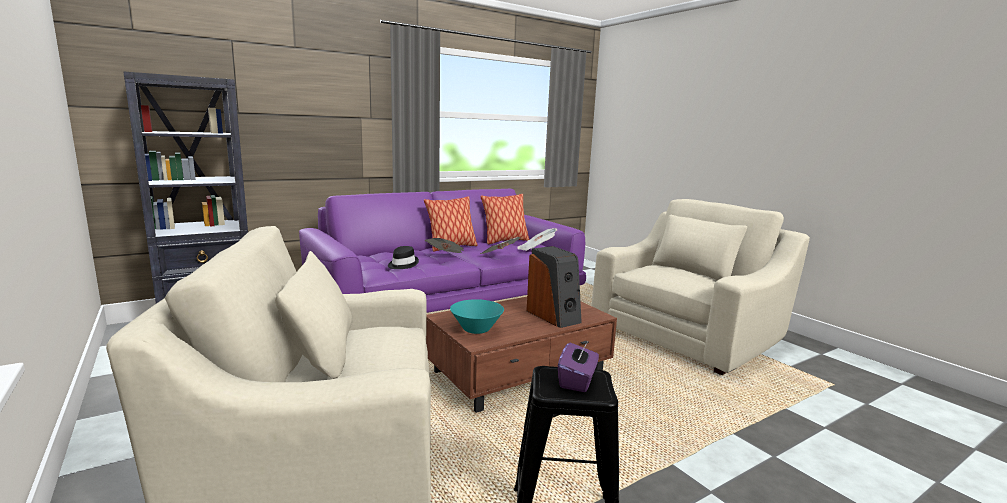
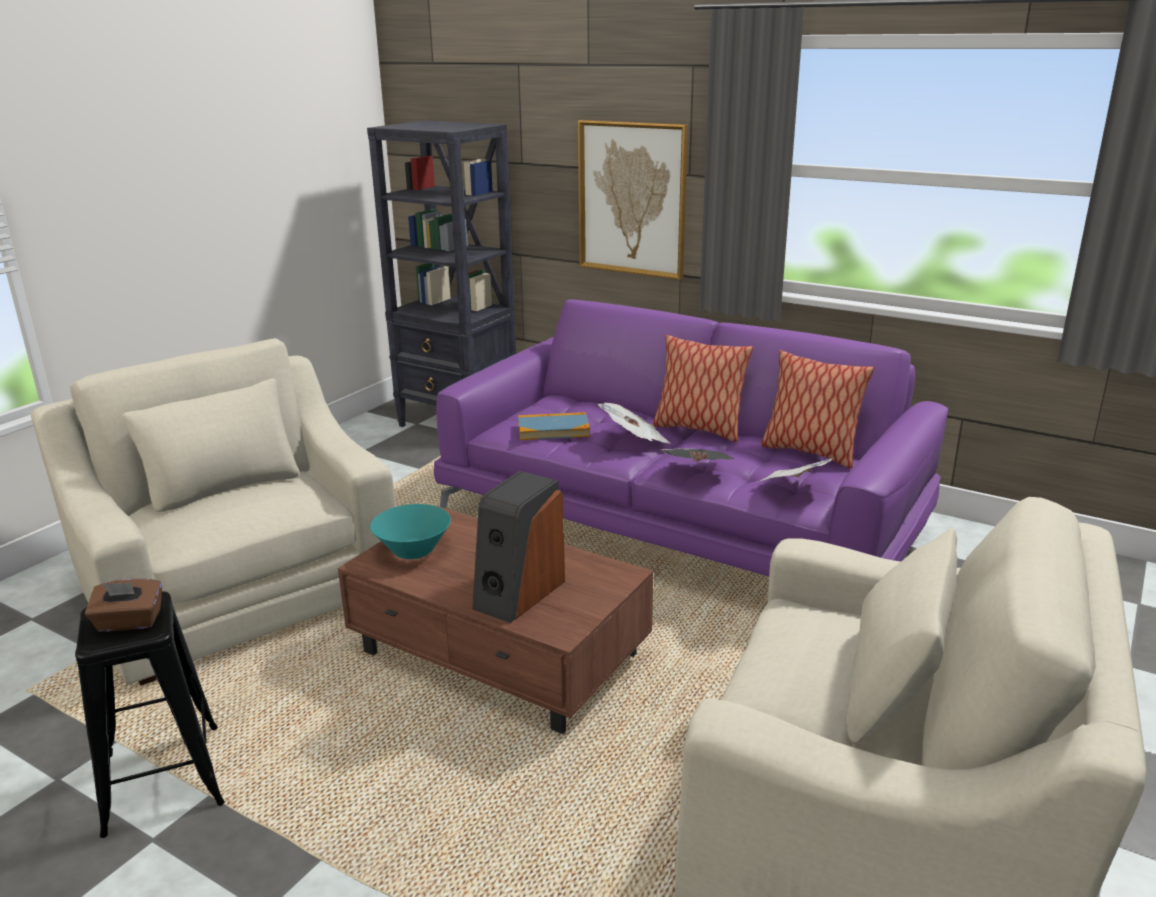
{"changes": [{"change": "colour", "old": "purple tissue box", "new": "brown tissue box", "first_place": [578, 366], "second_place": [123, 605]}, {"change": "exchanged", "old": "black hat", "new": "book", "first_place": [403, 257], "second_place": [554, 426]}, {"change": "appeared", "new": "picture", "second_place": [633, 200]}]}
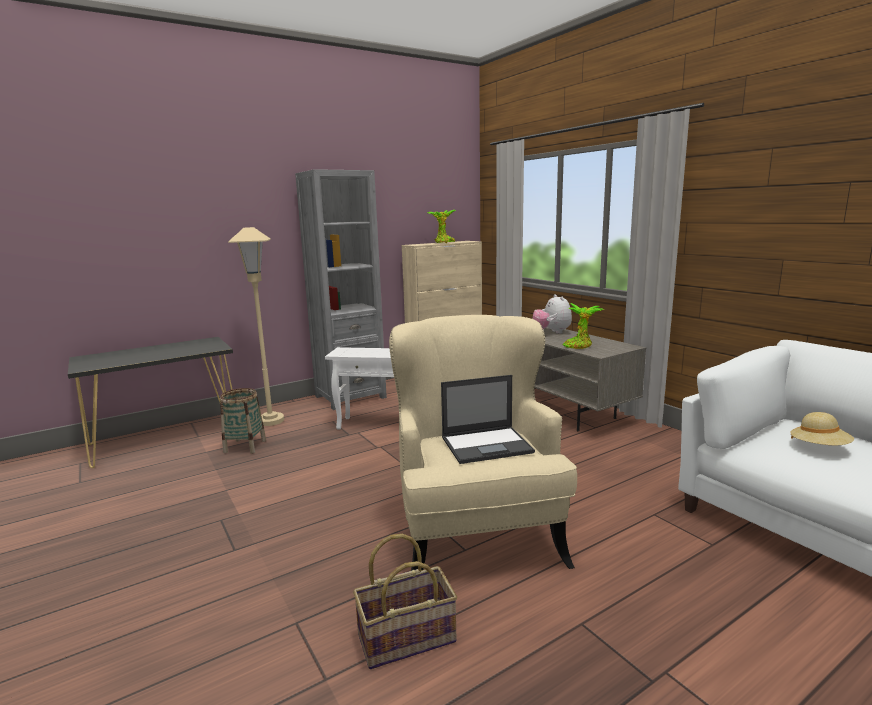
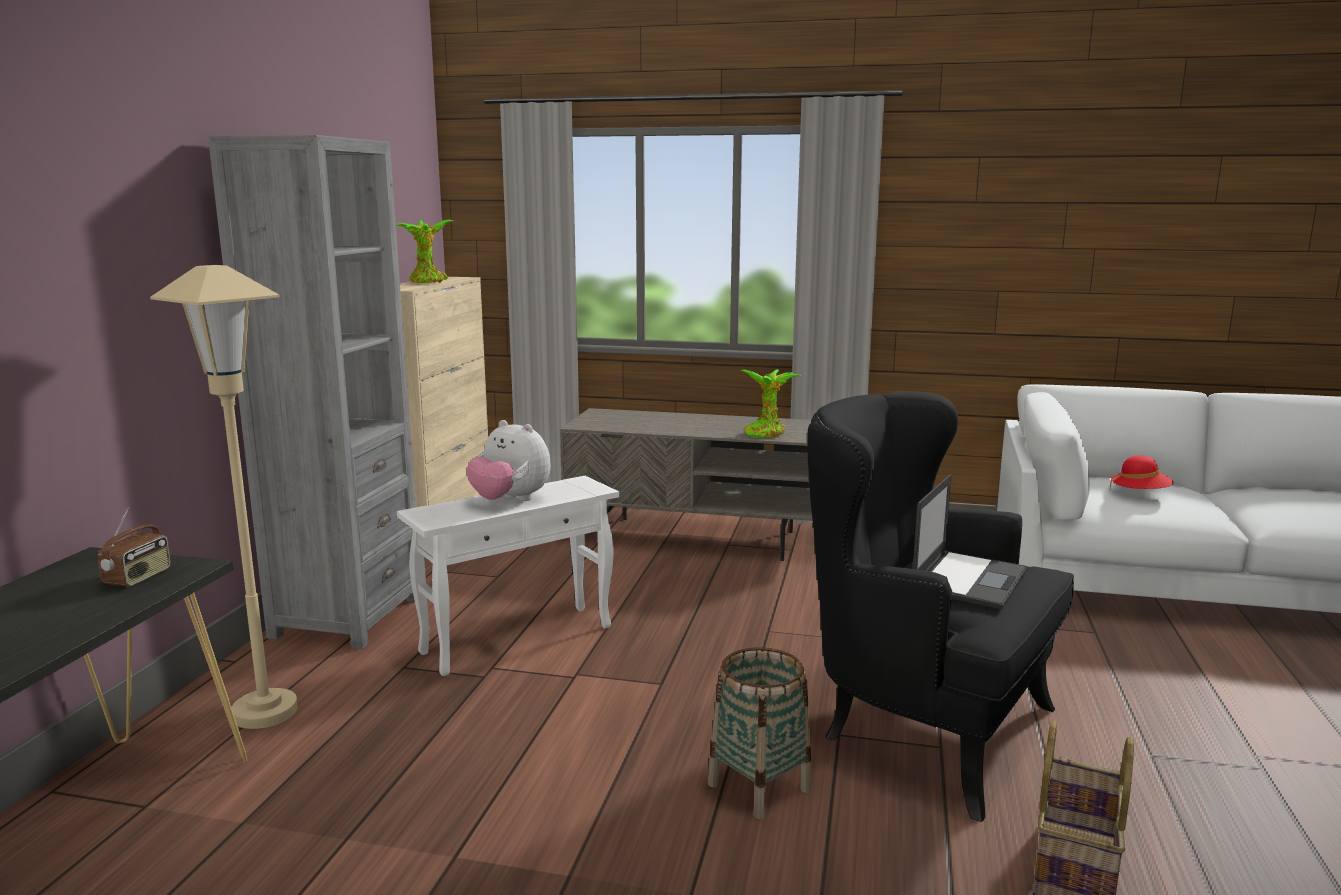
{"changes": [{"change": "appeared", "new": "radio", "second_place": [134, 547]}, {"change": "relocated", "old": "plush toy", "first_place": [552, 314], "second_place": [509, 460]}, {"change": "relocated", "old": "basket", "first_place": [243, 421], "second_place": [760, 733]}, {"change": "colour", "old": "beige armchair", "new": "black armchair", "first_place": [483, 443], "second_place": [940, 606]}, {"change": "colour", "old": "beige hat", "new": "red hat", "first_place": [822, 428], "second_place": [1141, 472]}]}
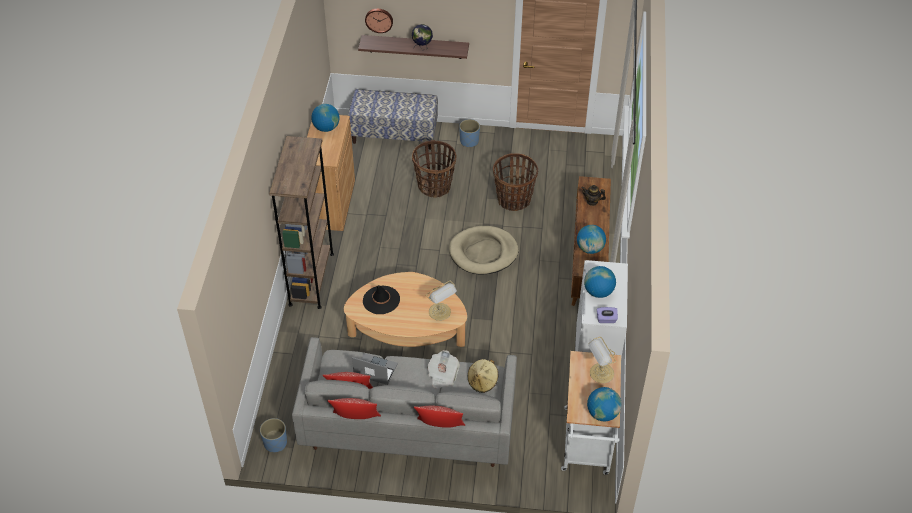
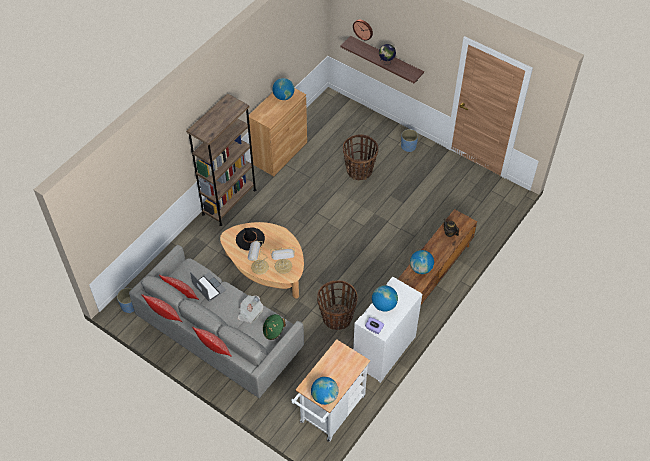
{"changes": [{"change": "relocated", "old": "table lamp", "first_place": [602, 360], "second_place": [258, 257]}, {"change": "colour", "old": "beige hat", "new": "green hat", "first_place": [483, 376], "second_place": [274, 327]}, {"change": "relocated", "old": "basket", "first_place": [515, 182], "second_place": [337, 305]}, {"change": "missing", "old": "bench", "first_place": [393, 119]}, {"change": "missing", "old": "beige dog bed", "first_place": [484, 250]}]}
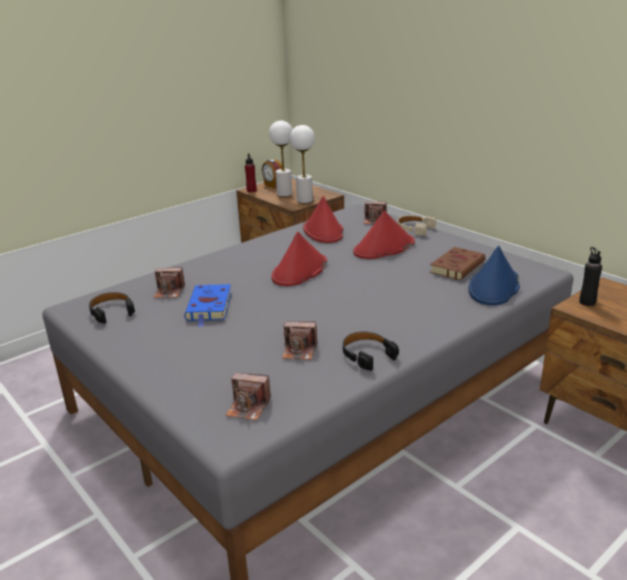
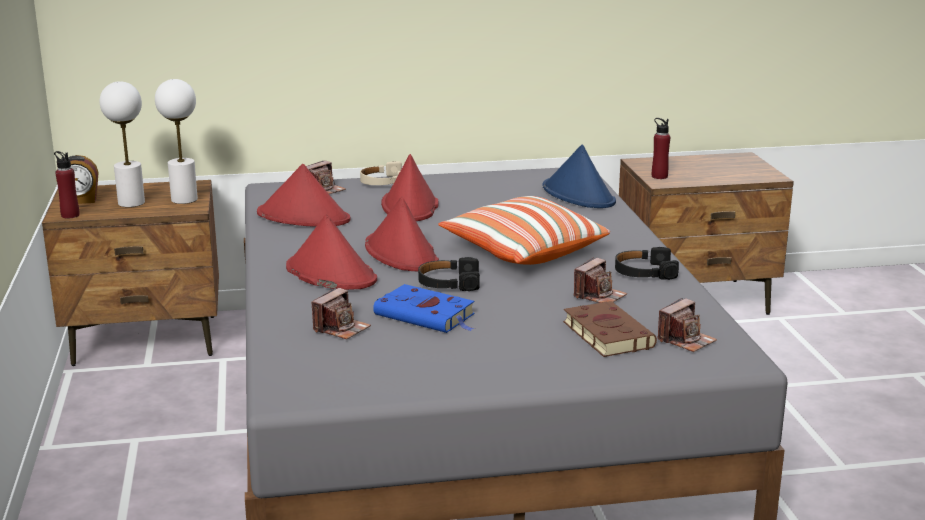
{"changes": [{"change": "appeared", "new": "red hat", "second_place": [331, 252]}, {"change": "relocated", "old": "black headphones", "first_place": [112, 308], "second_place": [449, 274]}, {"change": "appeared", "new": "pillow", "second_place": [524, 230]}, {"change": "relocated", "old": "brown book", "first_place": [458, 263], "second_place": [610, 329]}, {"change": "colour", "old": "black bottle", "new": "red bottle", "first_place": [590, 276], "second_place": [661, 148]}]}
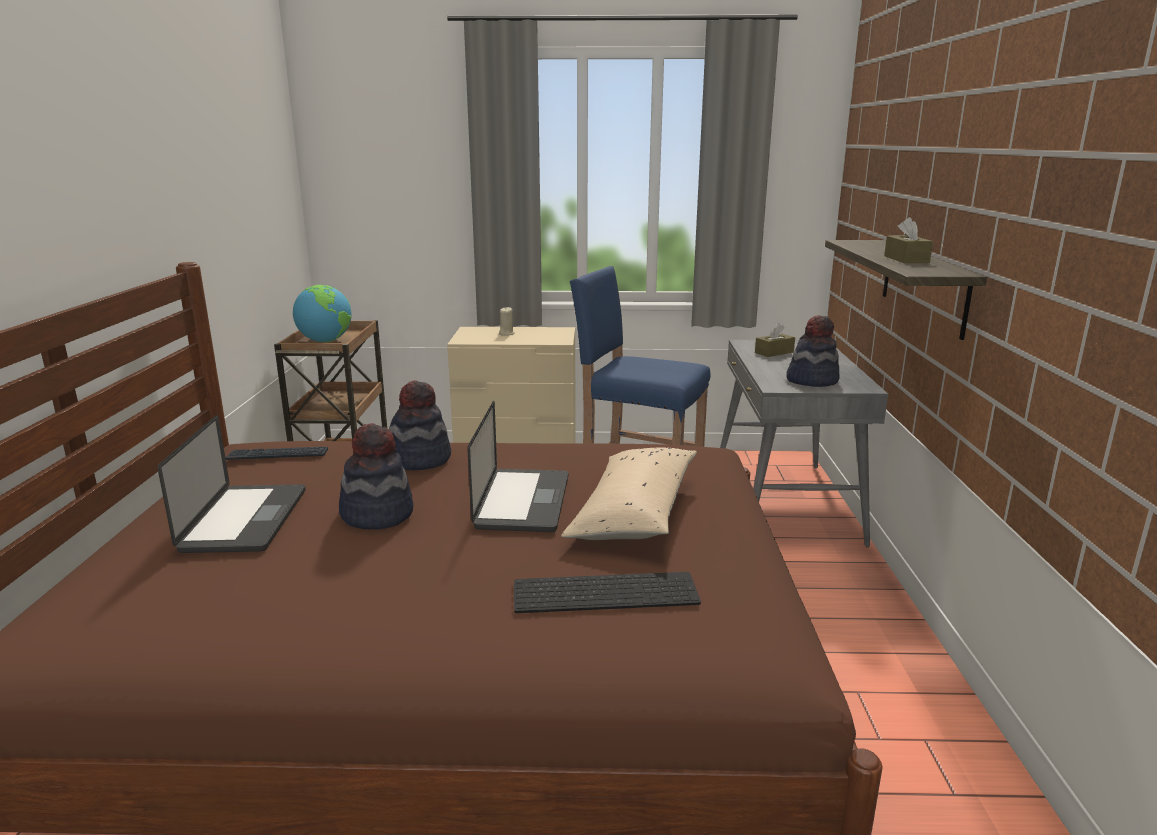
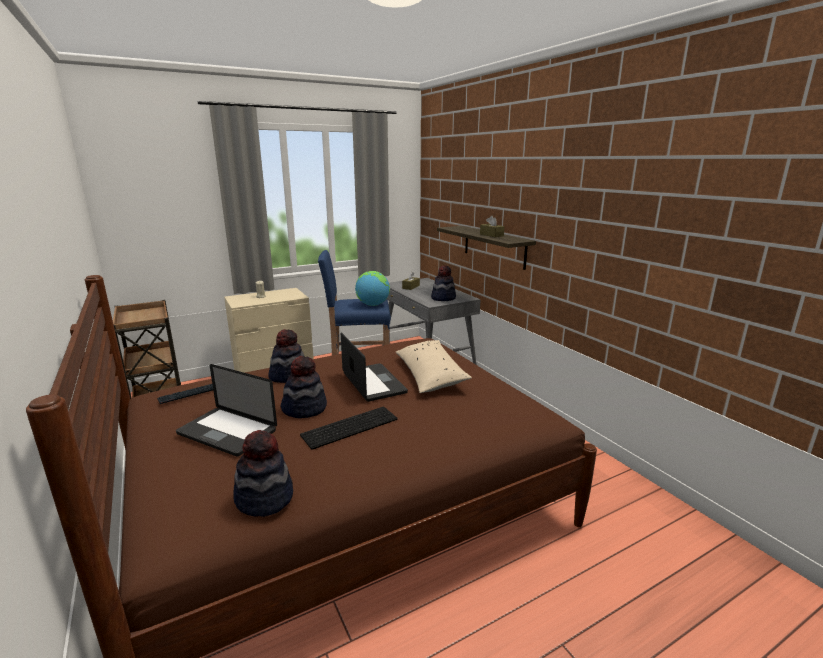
{"changes": [{"change": "spun", "old": "laptop", "first_place": [232, 484], "second_place": [226, 410], "degrees": 150}, {"change": "appeared", "new": "hat", "second_place": [263, 473]}, {"change": "relocated", "old": "keyboard", "first_place": [607, 592], "second_place": [349, 428]}, {"change": "relocated", "old": "globe", "first_place": [322, 313], "second_place": [372, 288]}]}
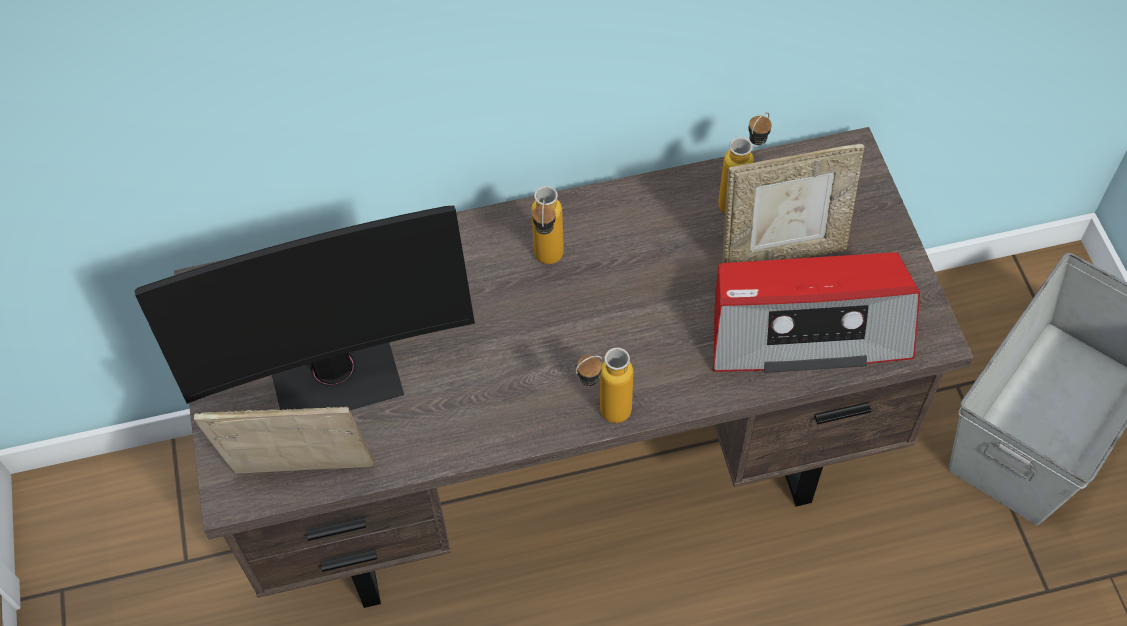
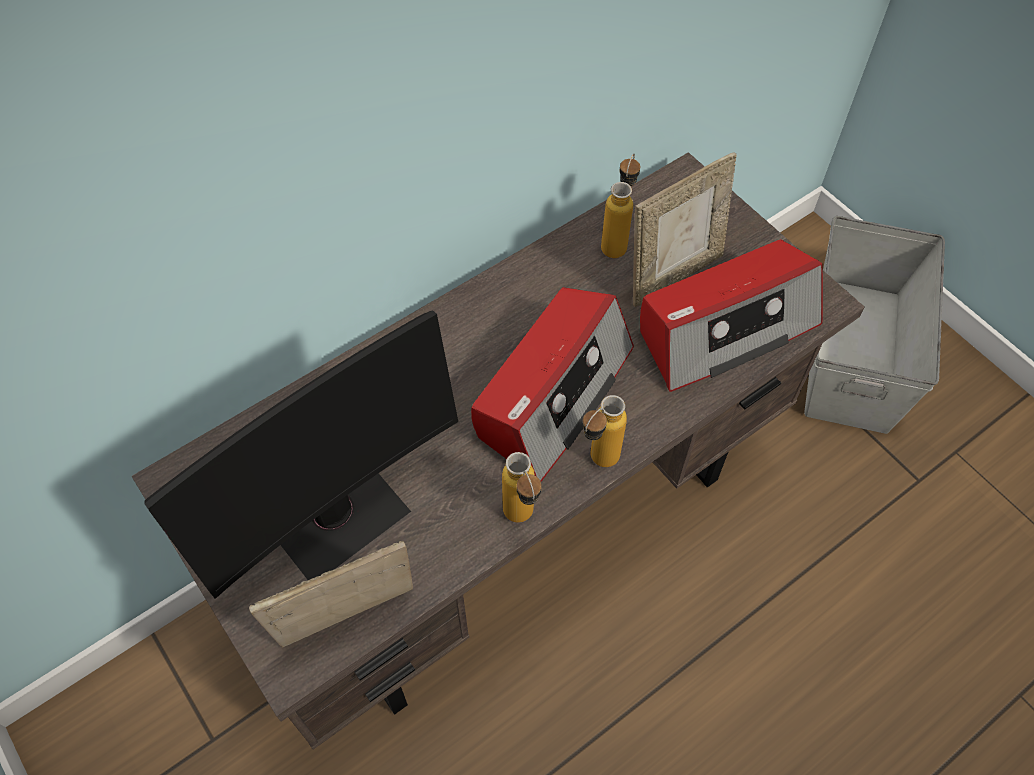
{"changes": [{"change": "appeared", "new": "radio", "second_place": [552, 384]}, {"change": "relocated", "old": "bottle", "first_place": [547, 225], "second_place": [522, 487]}]}
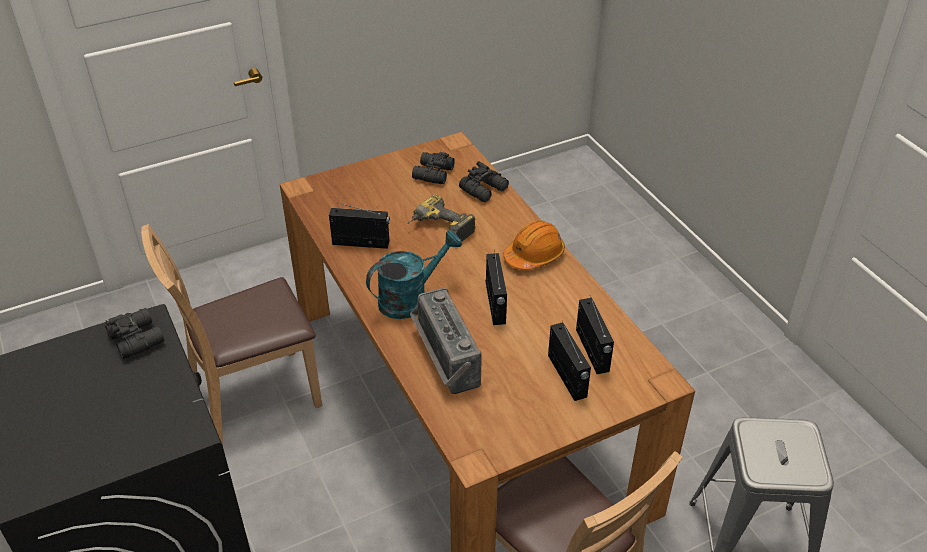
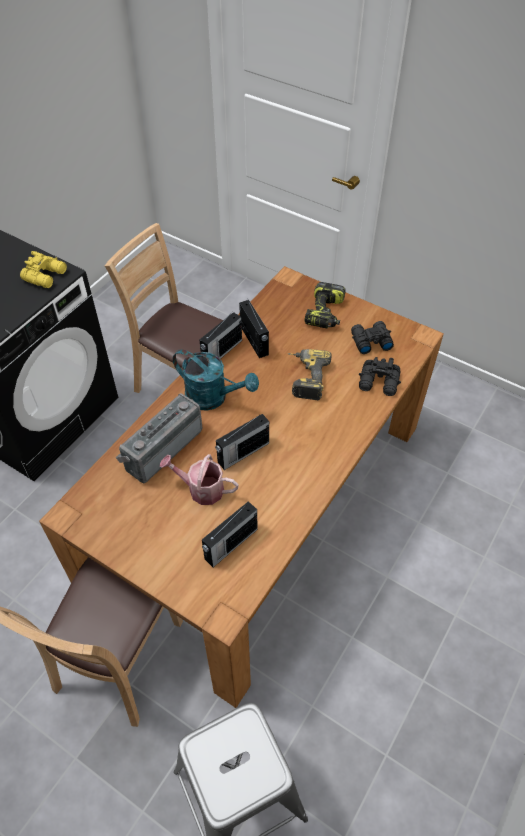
{"changes": [{"change": "colour", "old": "black binoculars", "new": "yellow binoculars", "first_place": [134, 333], "second_place": [43, 269]}, {"change": "appeared", "new": "watering can", "second_place": [199, 479]}, {"change": "relocated", "old": "radio", "first_place": [569, 361], "second_place": [221, 335]}, {"change": "appeared", "new": "power drill", "second_place": [325, 305]}, {"change": "missing", "old": "orange hard hat", "first_place": [534, 245]}]}
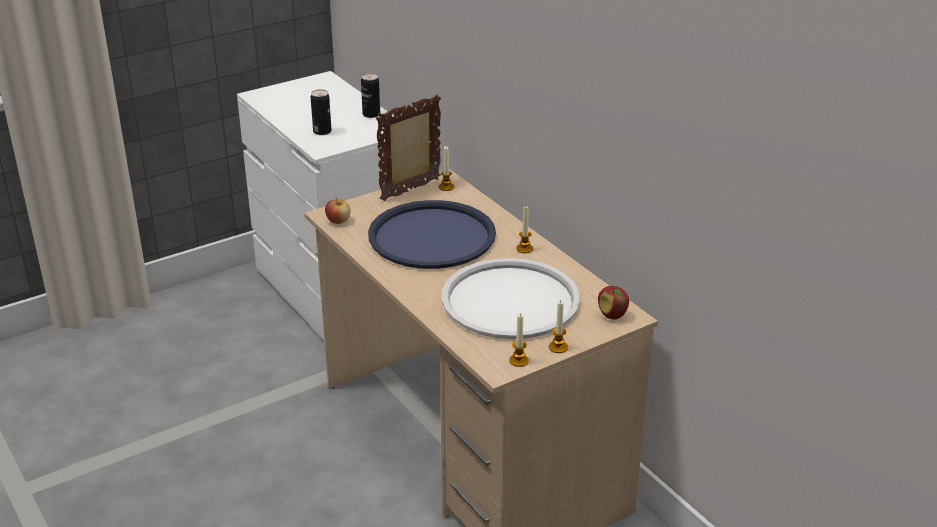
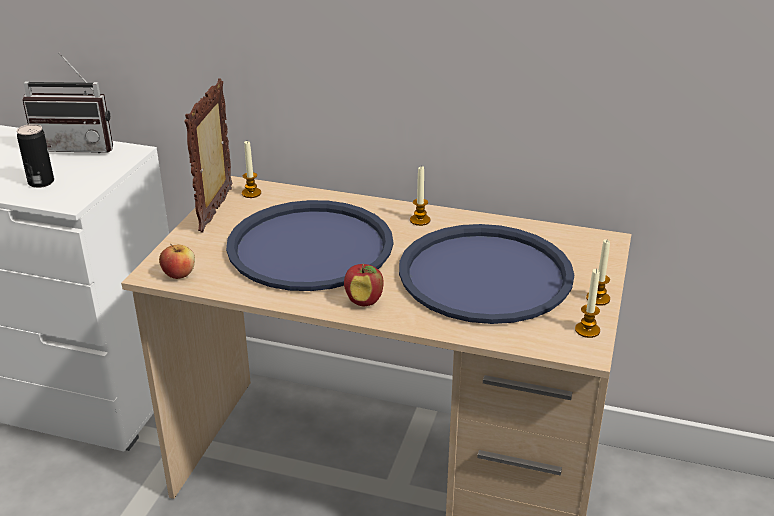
{"changes": [{"change": "exchanged", "old": "can", "new": "radio", "first_place": [370, 95], "second_place": [67, 102]}, {"change": "relocated", "old": "apple", "first_place": [613, 303], "second_place": [363, 285]}, {"change": "colour", "old": "white tray", "new": "blue tray", "first_place": [511, 298], "second_place": [486, 274]}]}
